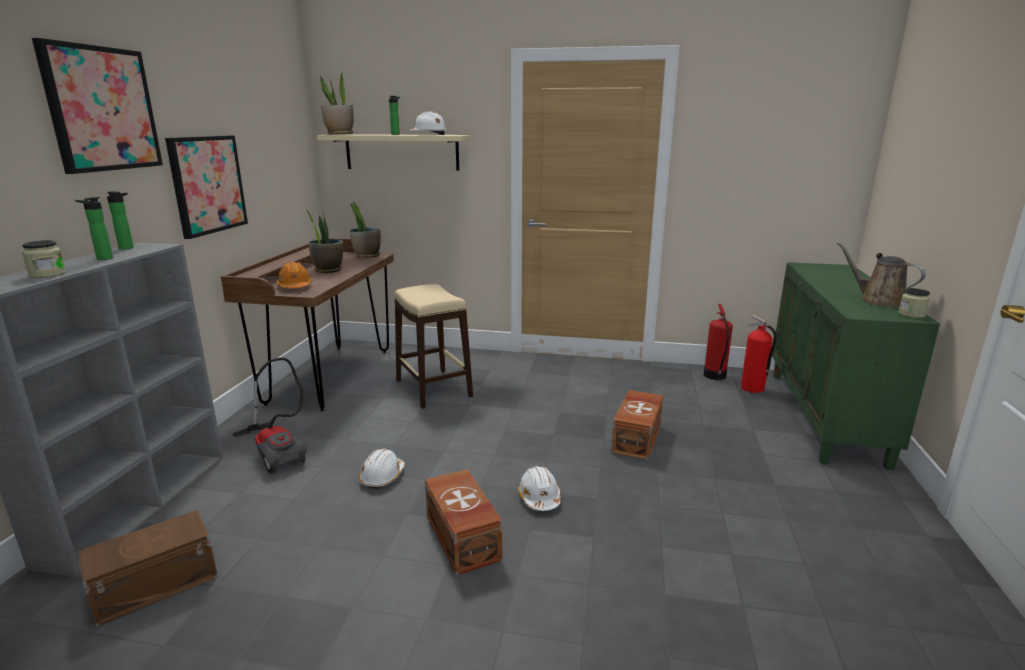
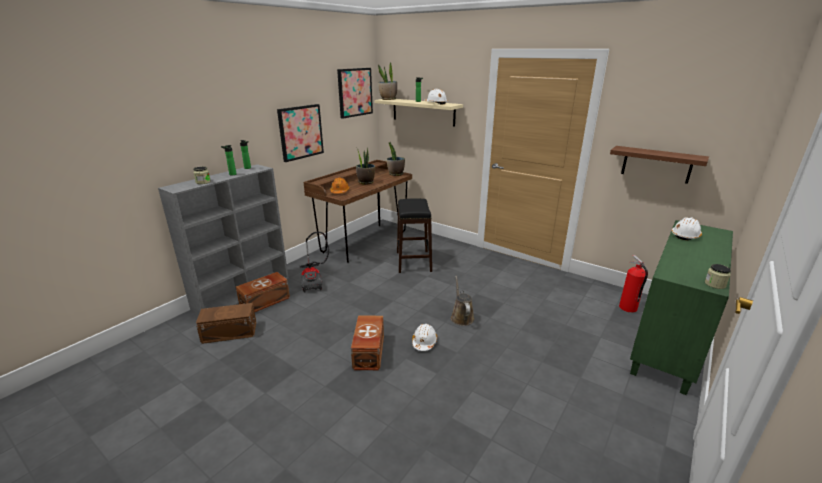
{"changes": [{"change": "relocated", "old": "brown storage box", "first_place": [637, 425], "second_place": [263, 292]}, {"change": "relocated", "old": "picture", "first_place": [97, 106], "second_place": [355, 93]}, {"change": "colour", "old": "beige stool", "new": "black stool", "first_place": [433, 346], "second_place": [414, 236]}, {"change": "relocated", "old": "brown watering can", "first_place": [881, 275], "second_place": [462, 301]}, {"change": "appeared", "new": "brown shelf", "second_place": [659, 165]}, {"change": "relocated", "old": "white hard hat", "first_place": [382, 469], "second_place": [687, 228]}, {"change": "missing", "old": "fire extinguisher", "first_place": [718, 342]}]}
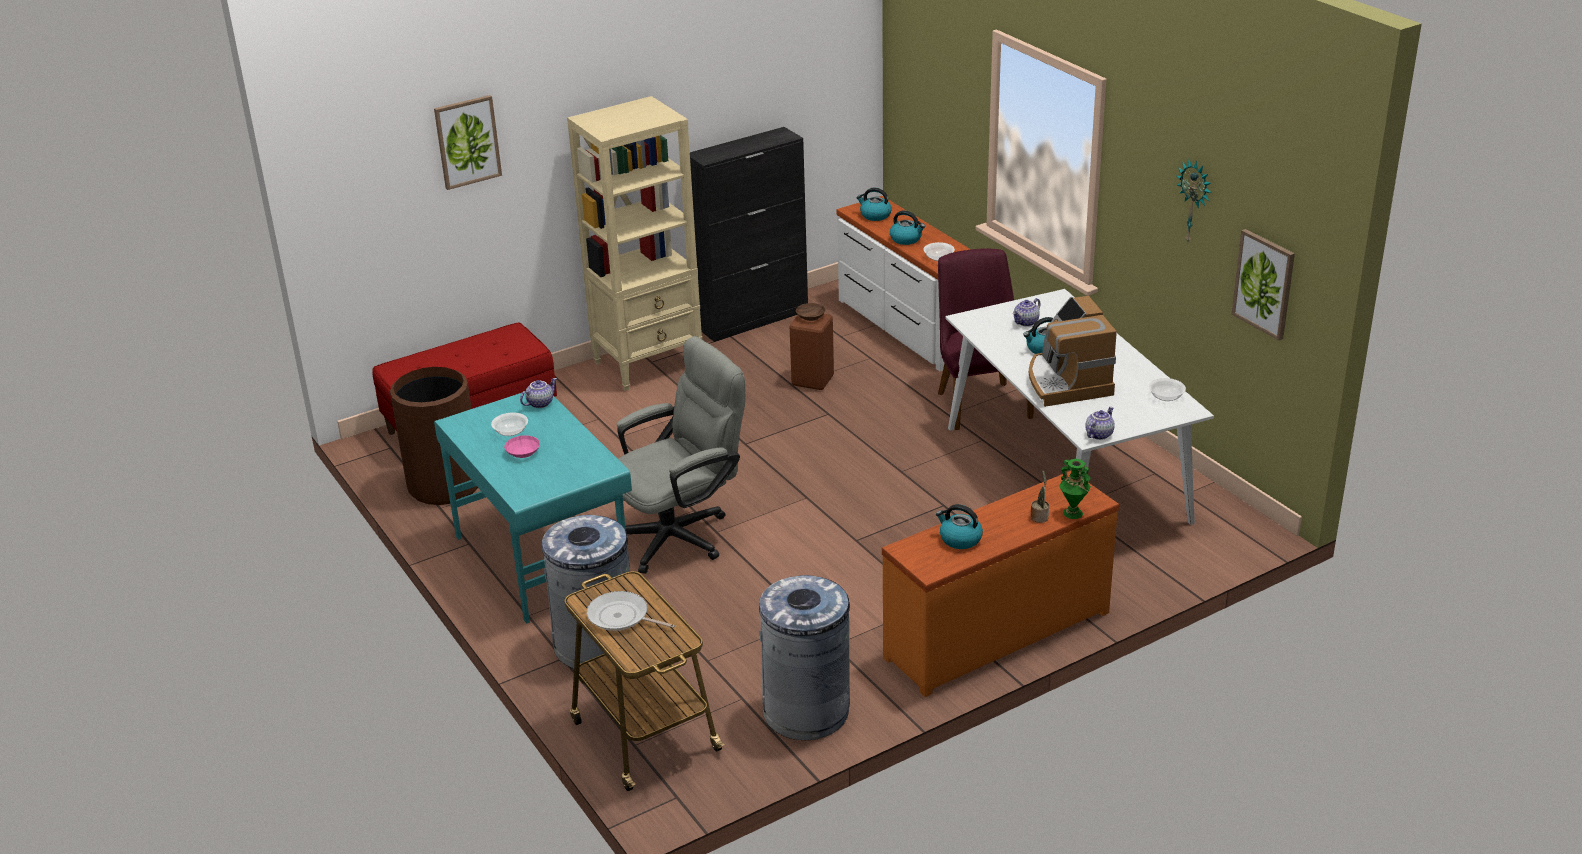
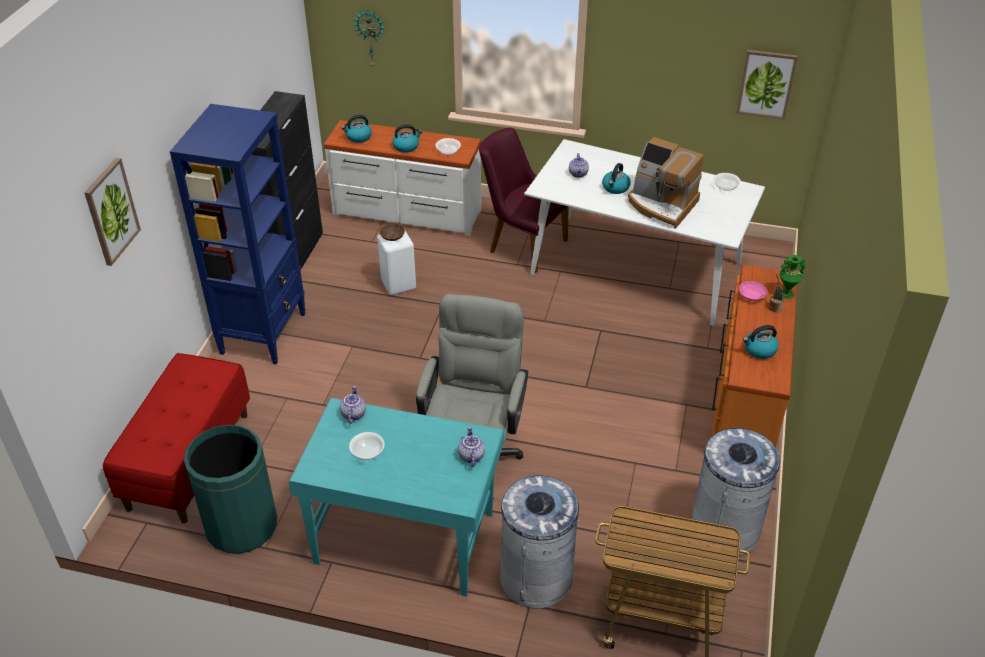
{"changes": [{"change": "colour", "old": "beige bookcase", "new": "blue bookcase", "first_place": [634, 243], "second_place": [238, 234]}, {"change": "colour", "old": "brown trash can", "new": "green trash can", "first_place": [434, 436], "second_place": [230, 489]}, {"change": "relocated", "old": "wall clock", "first_place": [1194, 201], "second_place": [369, 39]}, {"change": "colour", "old": "brown stool", "new": "white stool", "first_place": [812, 352], "second_place": [396, 262]}, {"change": "relocated", "old": "teapot", "first_place": [1100, 423], "second_place": [471, 447]}, {"change": "relocated", "old": "pink bowl", "first_place": [522, 446], "second_place": [753, 291]}, {"change": "missing", "old": "frying pan", "first_place": [631, 611]}]}
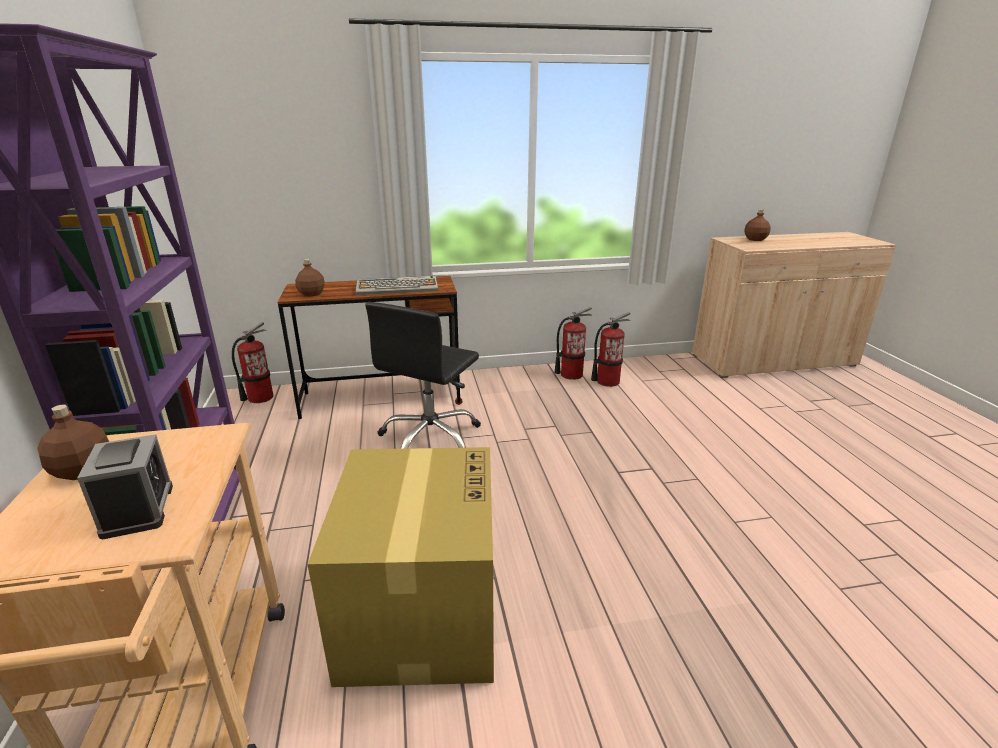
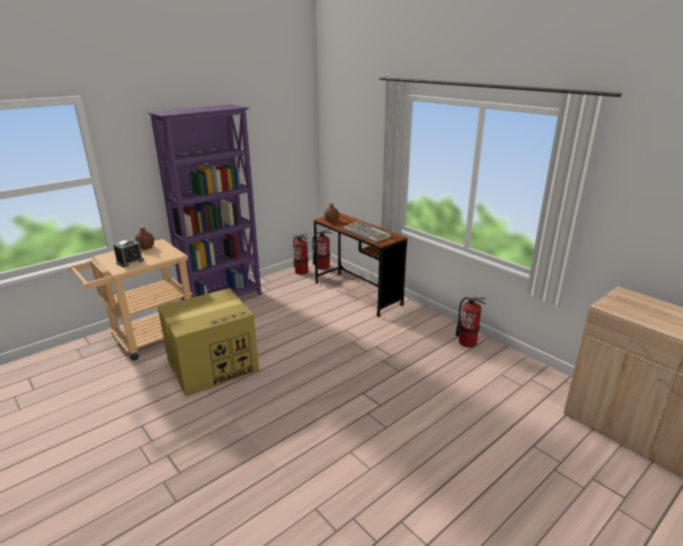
{"changes": [{"change": "relocated", "old": "fire extinguisher", "first_place": [610, 349], "second_place": [300, 254]}, {"change": "missing", "old": "black office chair", "first_place": [423, 375]}, {"change": "missing", "old": "brown bottle", "first_place": [757, 225]}]}
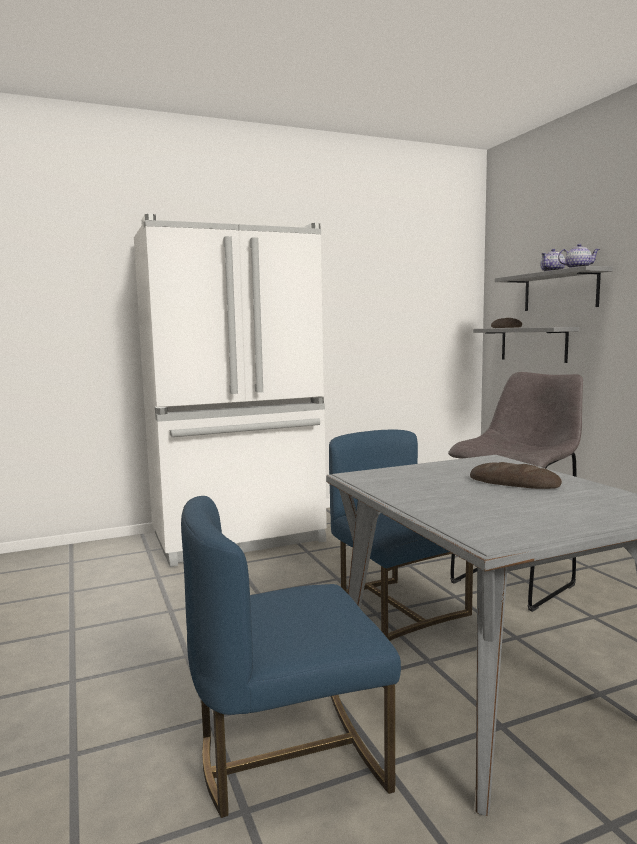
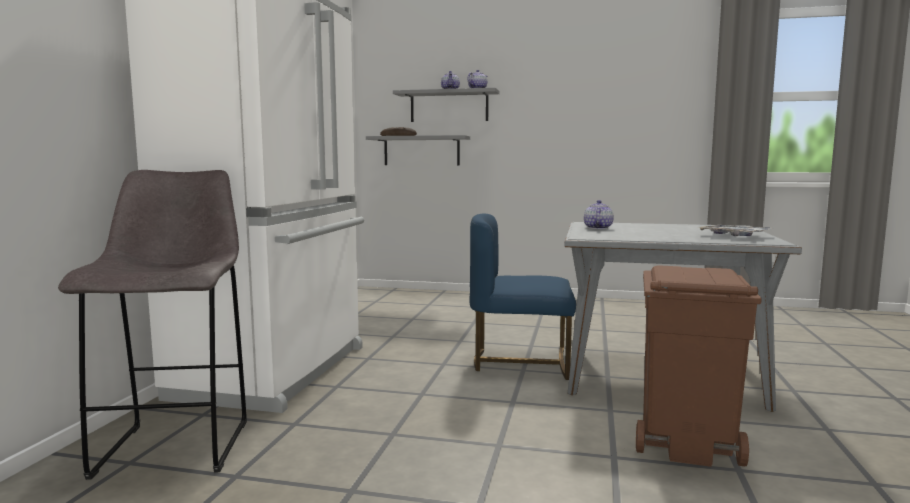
{"changes": [{"change": "relocated", "old": "grey stool", "first_place": [515, 492], "second_place": [152, 325]}, {"change": "appeared", "new": "teapot", "second_place": [598, 214]}, {"change": "exchanged", "old": "blue chair", "new": "brown trash can", "first_place": [291, 657], "second_place": [699, 366]}, {"change": "appeared", "new": "tray", "second_place": [734, 230]}, {"change": "missing", "old": "bread", "first_place": [516, 475]}]}
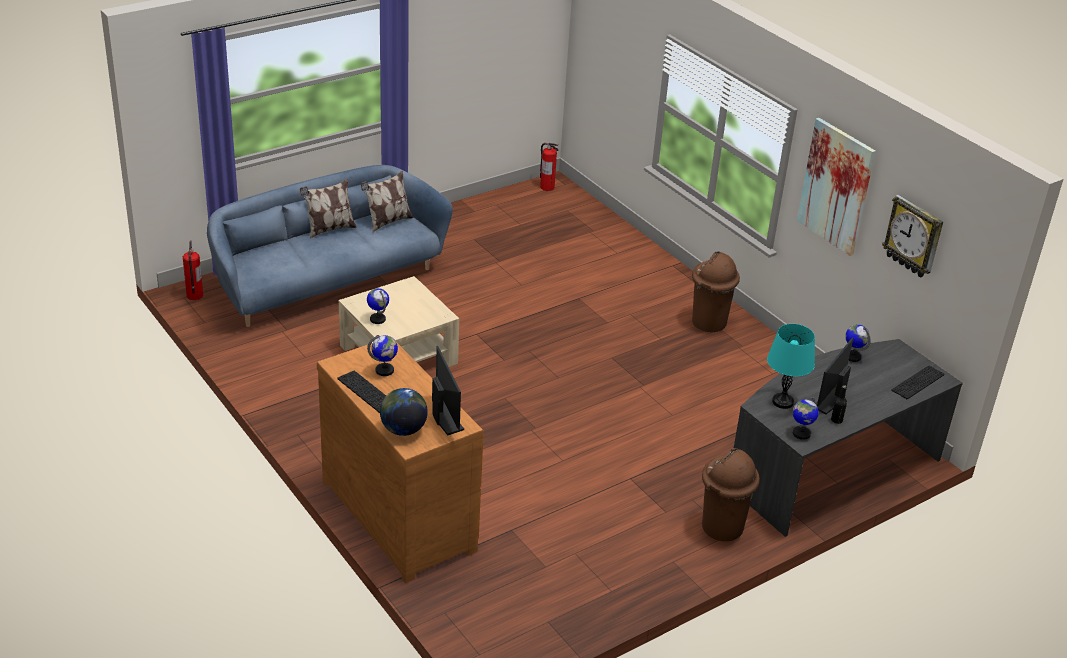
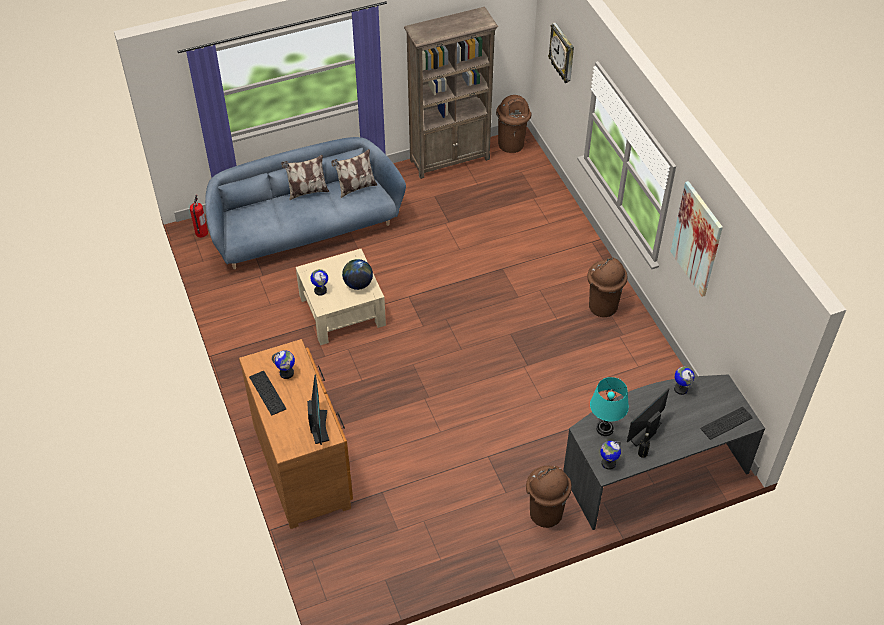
{"changes": [{"change": "relocated", "old": "globe", "first_place": [404, 412], "second_place": [357, 274]}, {"change": "appeared", "new": "brown bookcase", "second_place": [451, 93]}, {"change": "exchanged", "old": "fire extinguisher", "new": "brown trash can", "first_place": [549, 167], "second_place": [514, 124]}, {"change": "relocated", "old": "wall clock", "first_place": [912, 236], "second_place": [561, 52]}]}
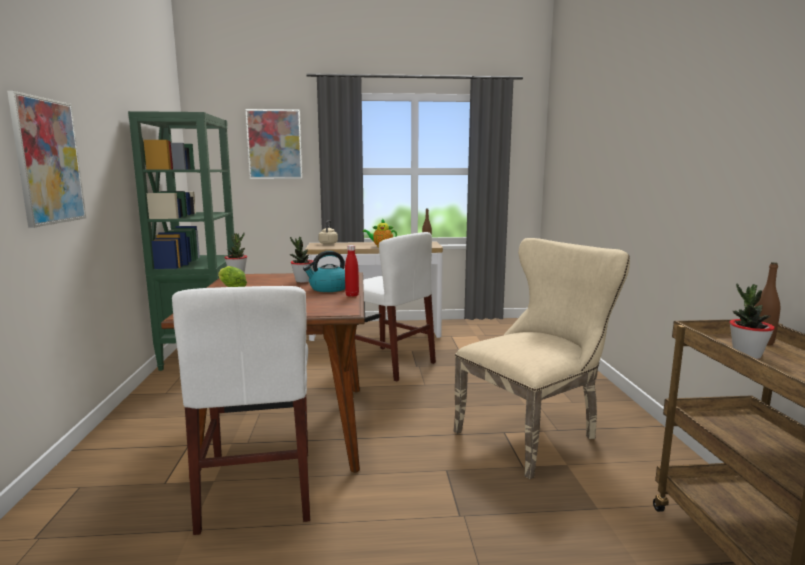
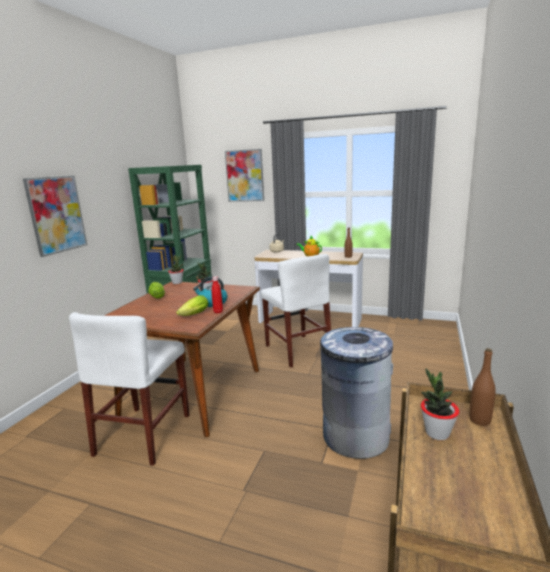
{"changes": [{"change": "appeared", "new": "lettuce", "second_place": [192, 305]}, {"change": "exchanged", "old": "beige chair", "new": "grey trash can", "first_place": [541, 358], "second_place": [356, 393]}]}
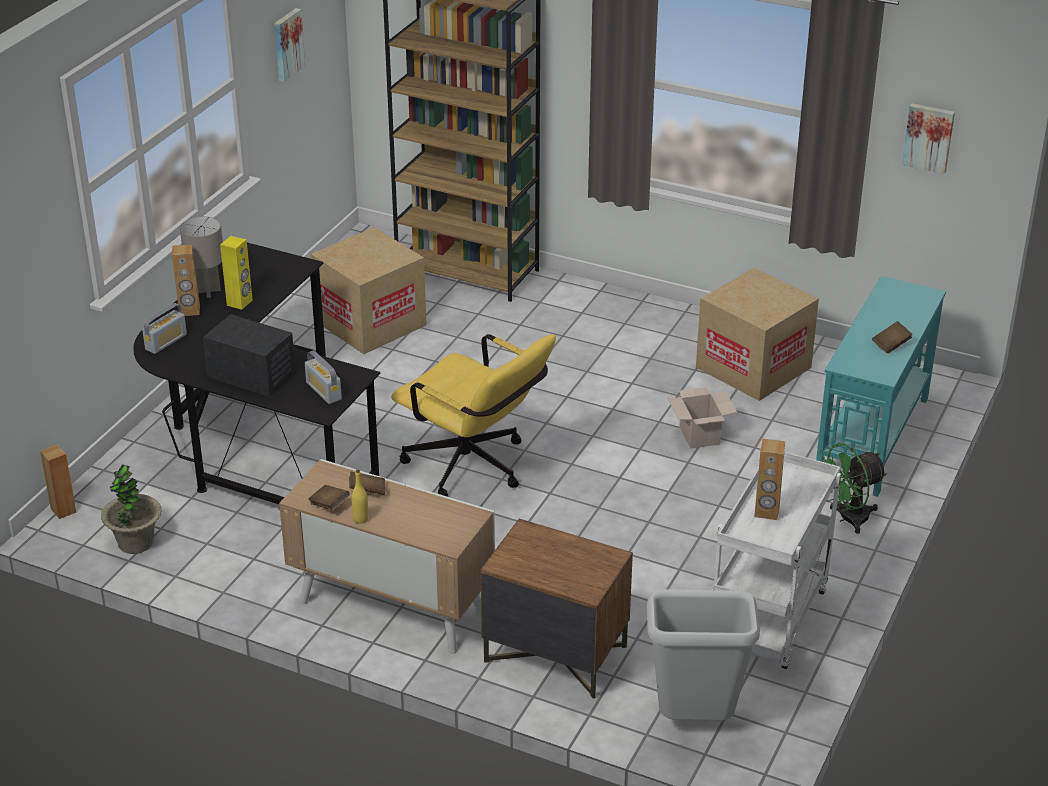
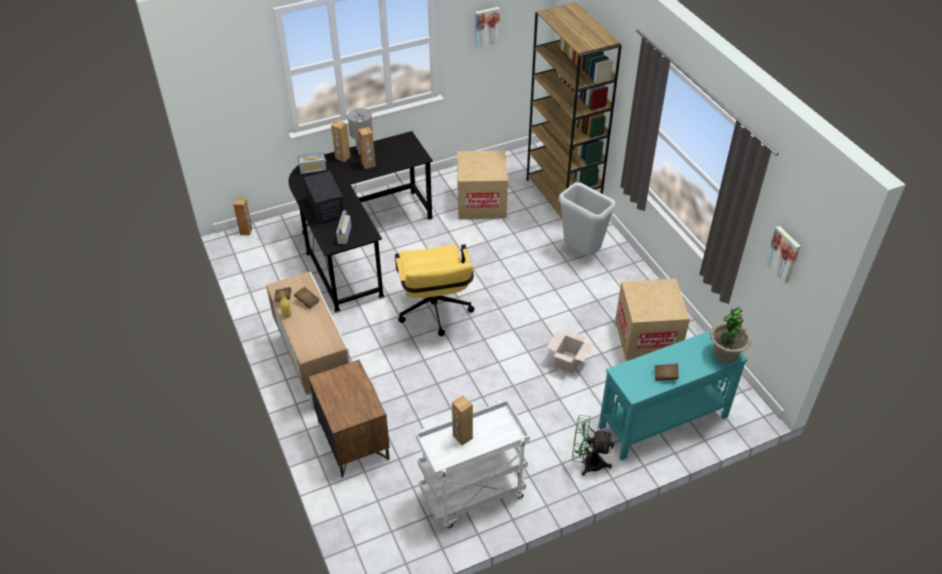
{"changes": [{"change": "colour", "old": "yellow speaker", "new": "brown speaker", "first_place": [236, 273], "second_place": [367, 148]}, {"change": "relocated", "old": "grey trash can", "first_place": [703, 654], "second_place": [587, 219]}, {"change": "relocated", "old": "potted plant", "first_place": [131, 509], "second_place": [731, 335]}]}
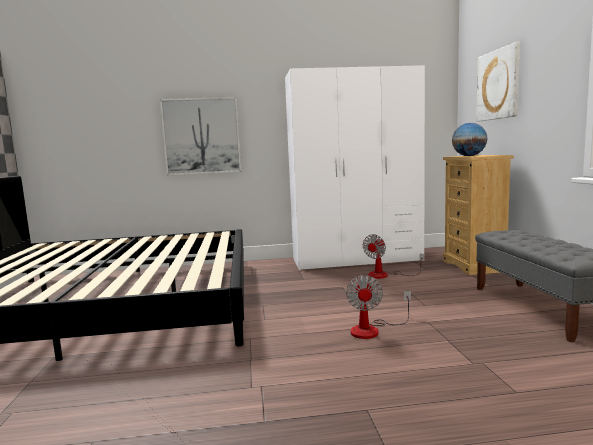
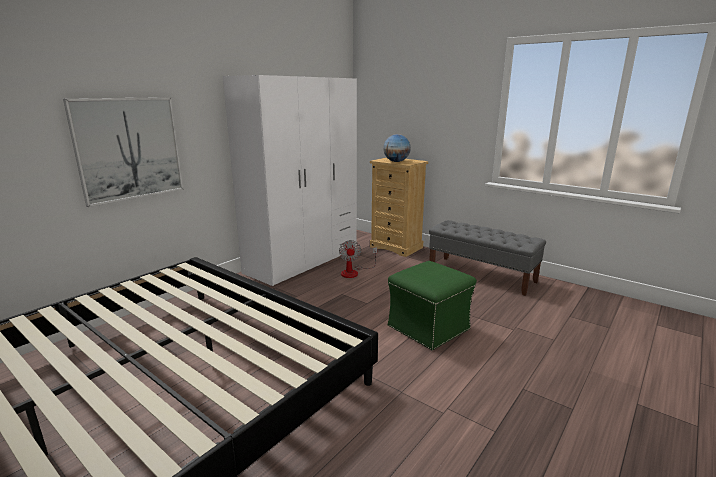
{"changes": [{"change": "exchanged", "old": "fan", "new": "green ottoman", "first_place": [378, 307], "second_place": [432, 305]}, {"change": "missing", "old": "picture", "first_place": [498, 82]}]}
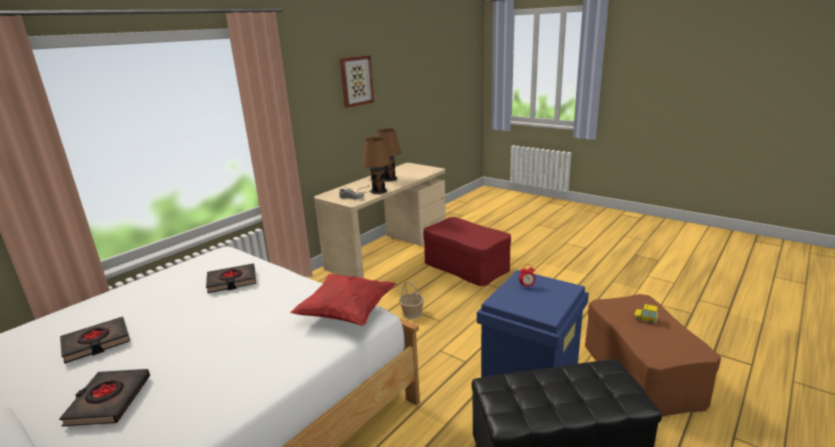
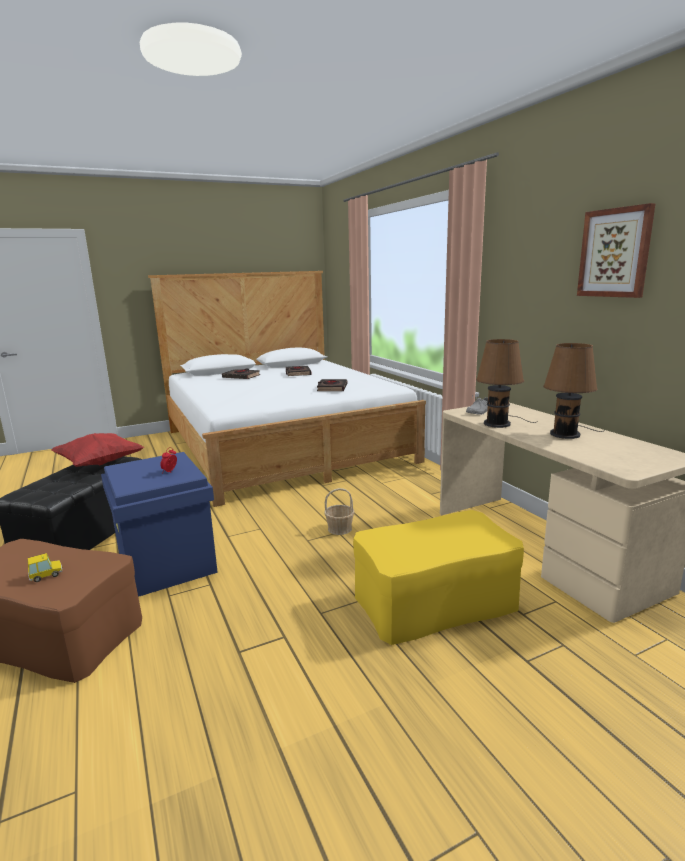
{"changes": [{"change": "relocated", "old": "red pillow", "first_place": [343, 300], "second_place": [97, 450]}, {"change": "colour", "old": "red ottoman", "new": "yellow ottoman", "first_place": [467, 251], "second_place": [438, 577]}]}
